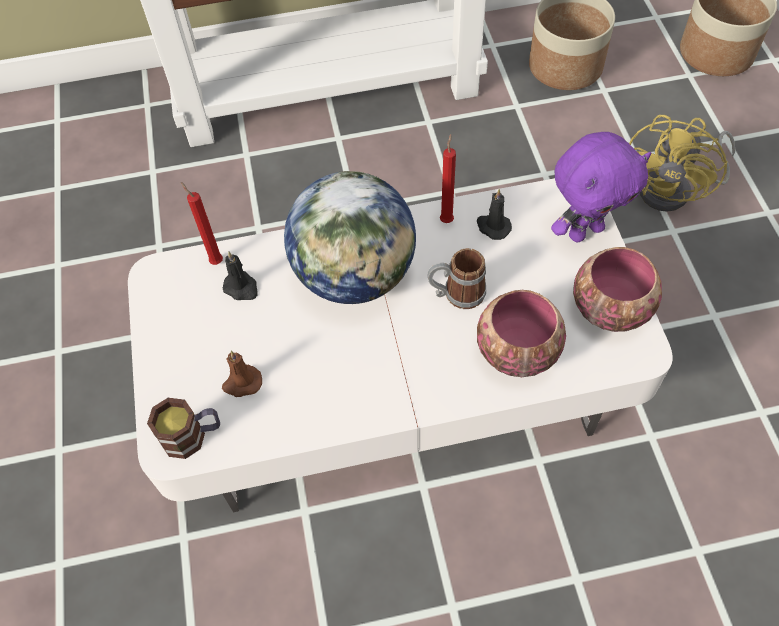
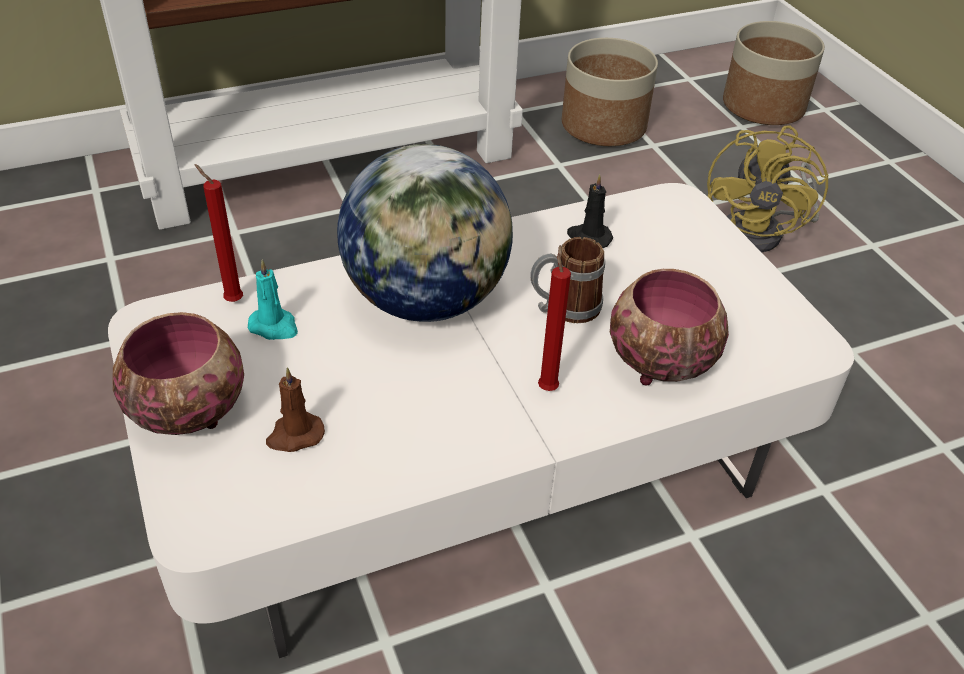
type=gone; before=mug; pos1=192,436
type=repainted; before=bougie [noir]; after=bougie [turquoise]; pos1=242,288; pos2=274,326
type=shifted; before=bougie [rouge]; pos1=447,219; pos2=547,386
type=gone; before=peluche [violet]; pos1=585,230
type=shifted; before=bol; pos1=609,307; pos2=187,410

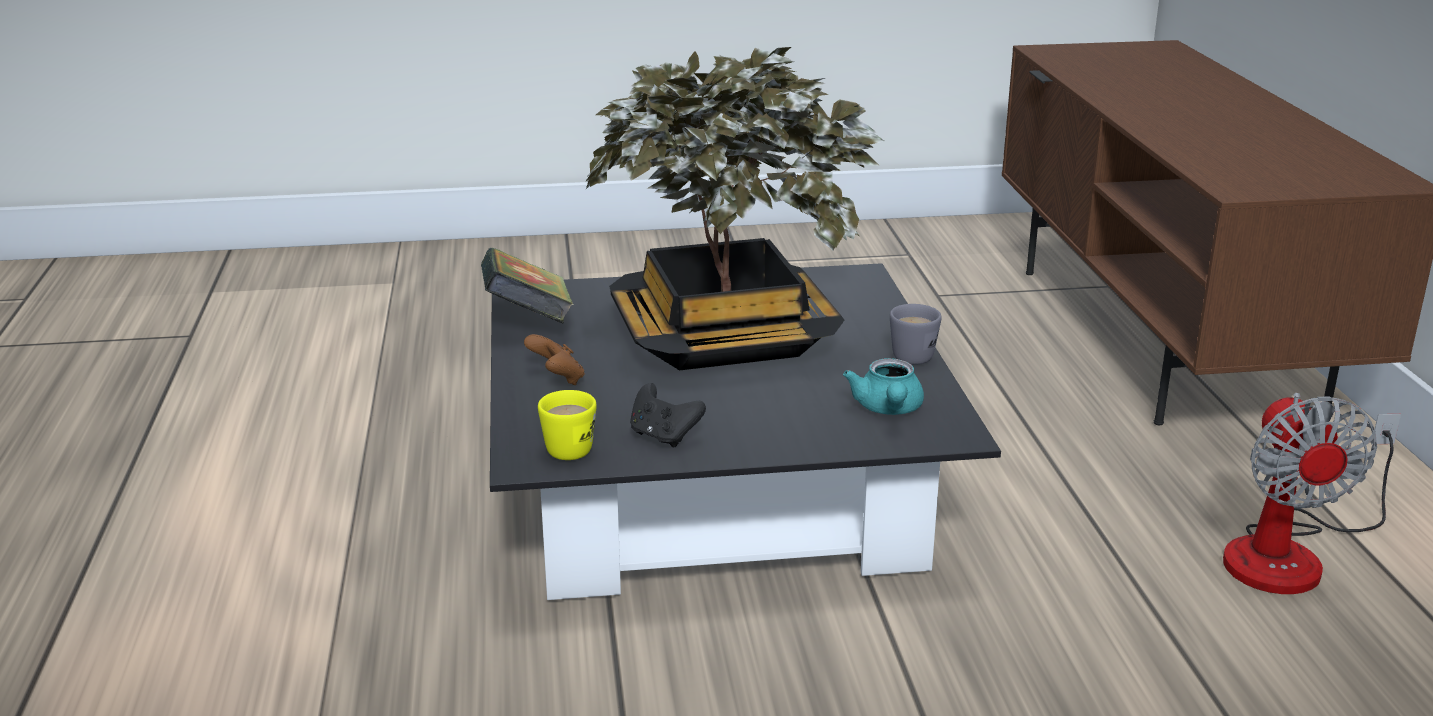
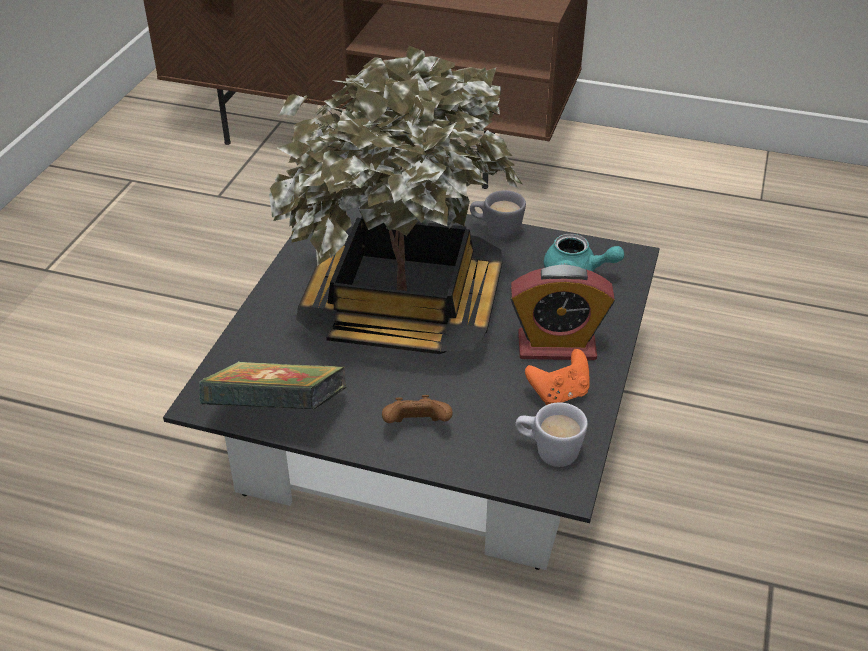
type=repainted; before=mug [jaune]; after=mug [blanc]; pos1=569,446; pos2=548,452
type=repainted; before=manette [noir]; after=manette [orange]; pos1=664,436; pos2=559,394
type=gone; before=ventilateur; pos1=1291,554
type=new; after=réveil; pos2=556,346

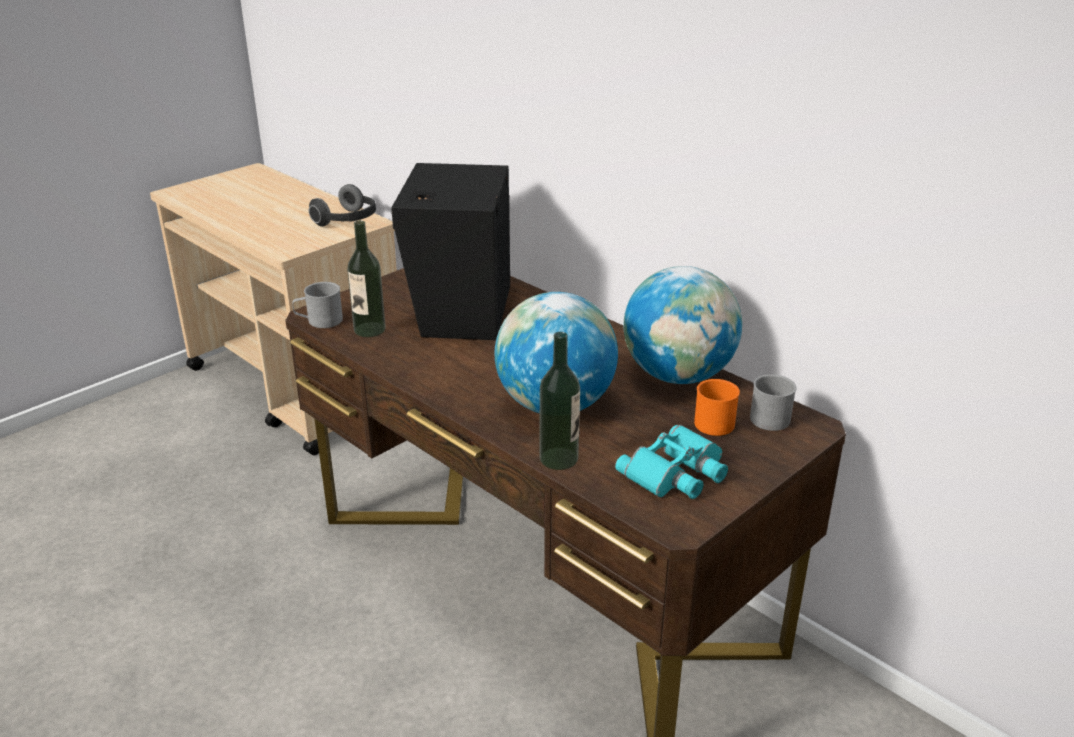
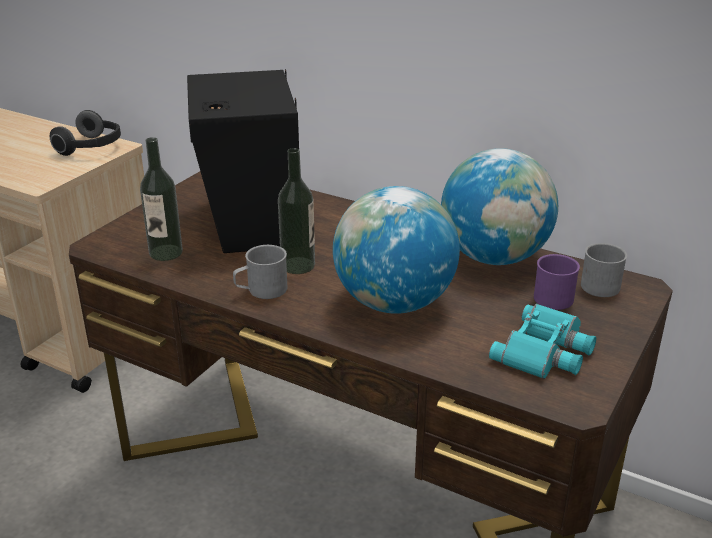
type=shifted; before=mug [gris]; pos1=319,321; pos2=261,290
type=shifted; before=bouteille; pos1=559,458; pos2=298,265
type=repainted; before=mug [orange]; after=mug [violet]; pos1=717,421; pos2=554,295

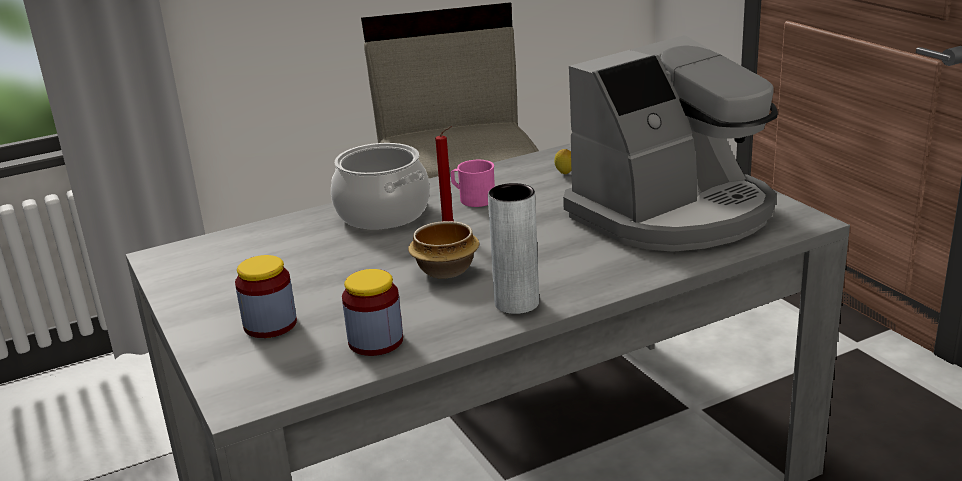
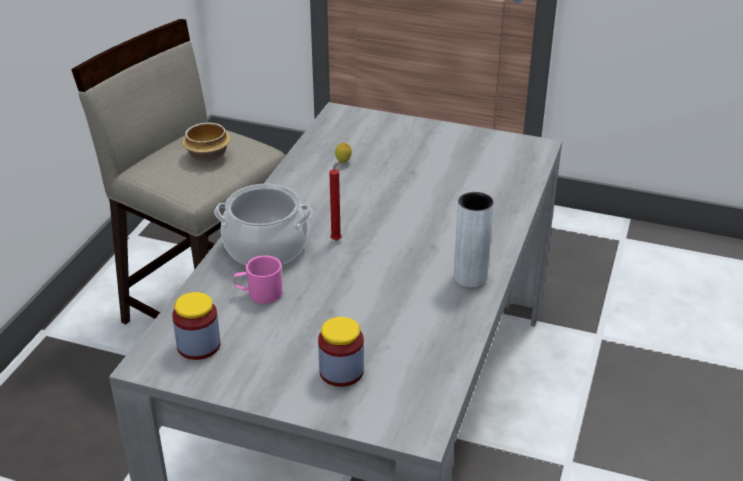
type=shifted; before=bocal; pos1=375,341; pos2=198,345
type=shifted; before=bol; pos1=445,270; pos2=208,156
type=shifted; before=mug [rose]; pos1=472,198; pos2=259,293
type=gone; before=machine à café; pos1=673,213

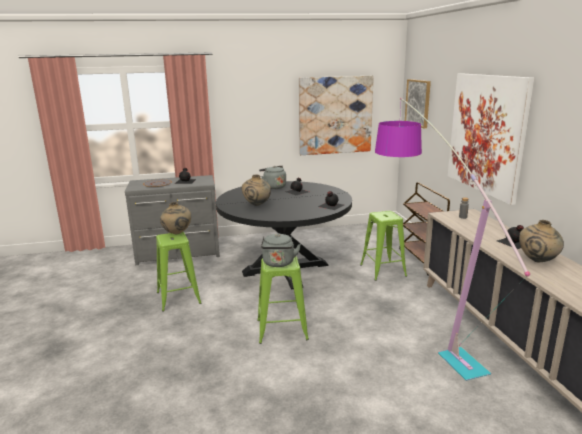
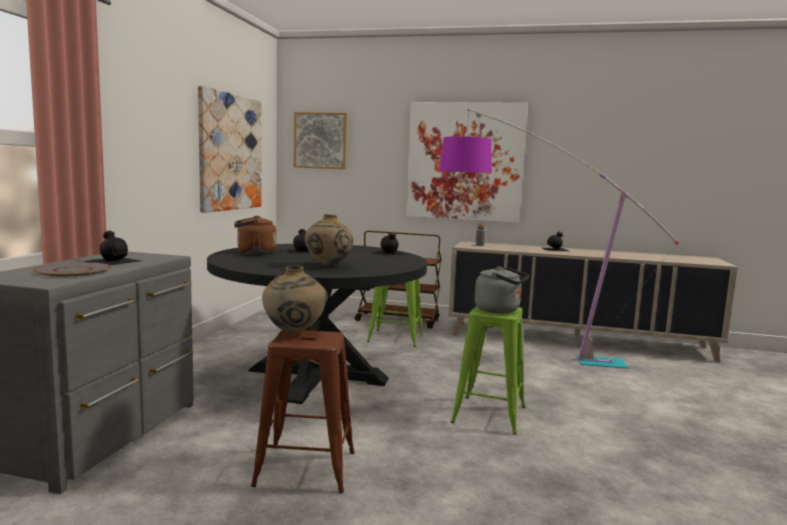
type=repainted; before=tabouret [vert]; after=tabouret [marron]; pos1=178,298; pos2=306,468
type=repainted; before=bouilloire [gris]; after=bouilloire [marron]; pos1=273,187; pos2=254,252
type=gone; before=vase [beige]; pos1=537,261

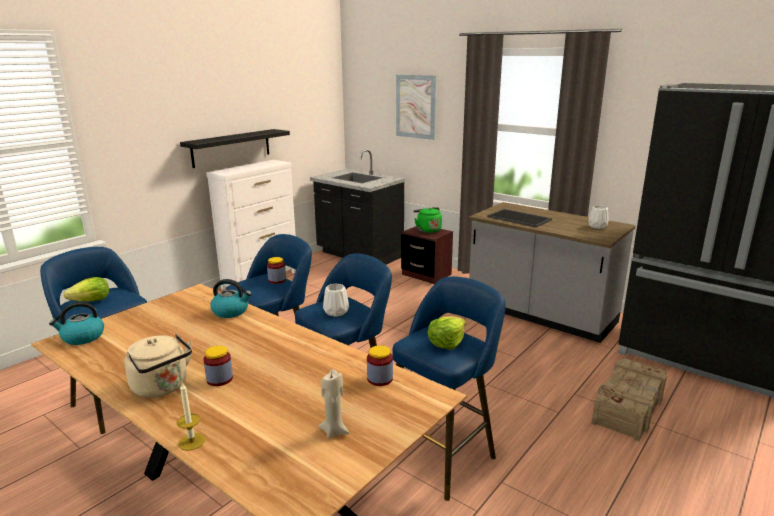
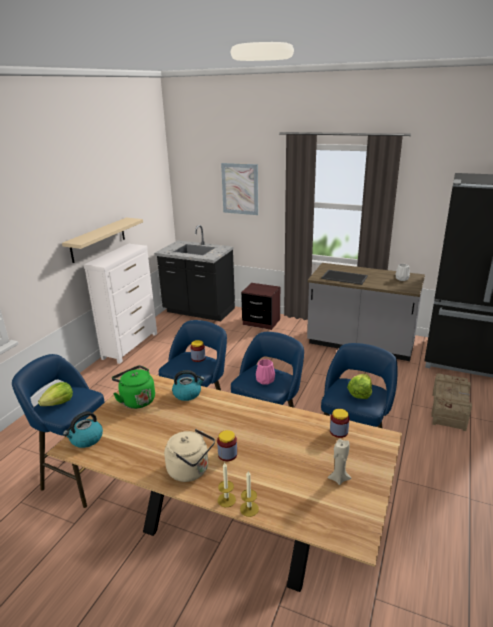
type=repainted; before=étagère [noir]; after=étagère [beige]; pos1=231,148; pos2=98,239
type=repainted; before=vase [blanc]; after=vase [rose]; pos1=335,312; pos2=265,380
type=shifted; before=bouilloire [vert]; pos1=428,230; pos2=136,400
type=new; after=bougie; pos2=226,500

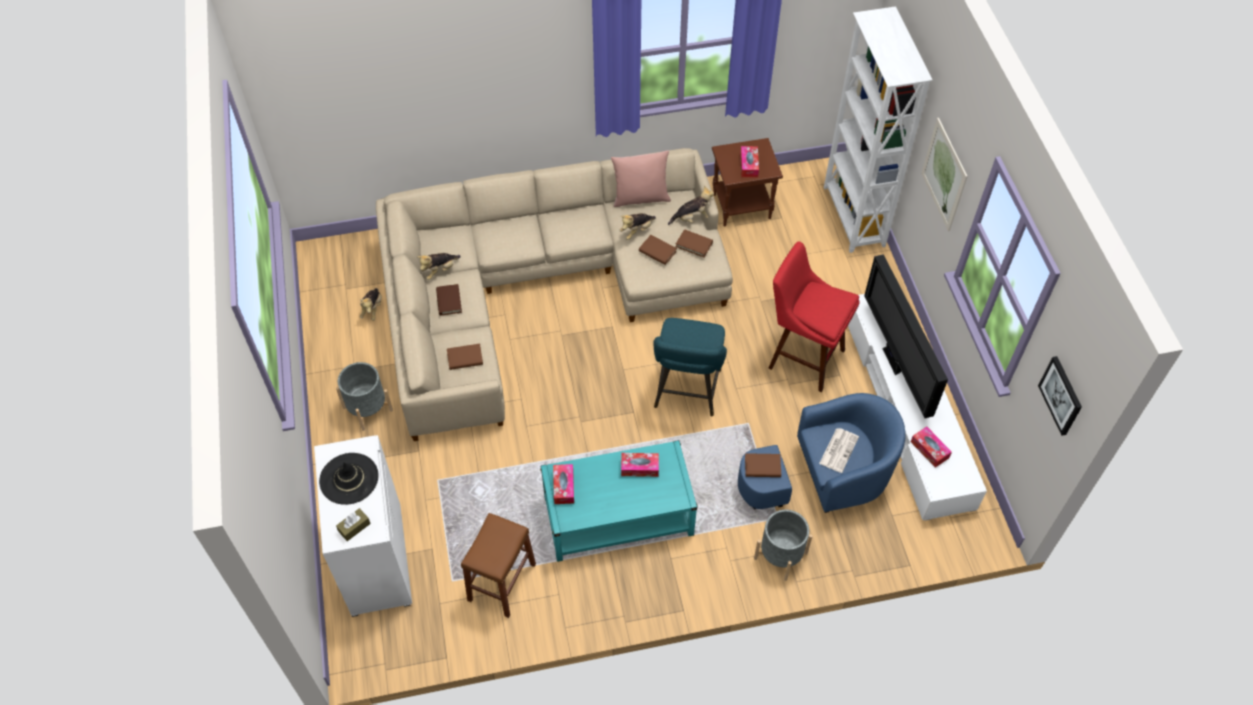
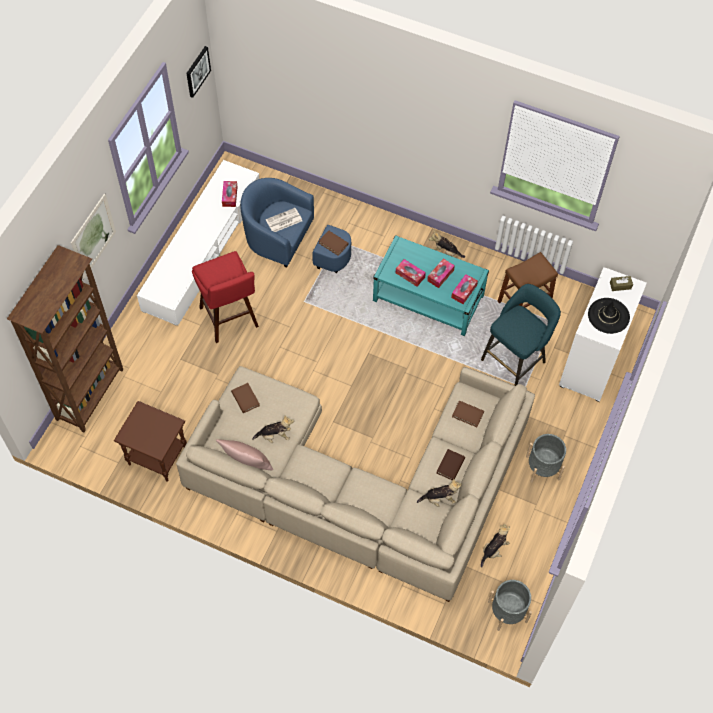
type=gone; before=livre [marron]; pos1=657,251
type=shifted; before=tabouret [turquoise]; pos1=687,392; pos2=515,359
type=shifted; before=peluche; pos1=692,218; pos2=445,252
type=shifted; before=boîte à mouchoirs; pos1=749,165; pos2=440,275
type=shifted; before=cache-pot [gris]; pos1=780,555; pos2=507,612
type=repainted; before=bibliothèque [blanc]; after=bibliothèque [marron]; pos1=853,217; pos2=91,394
type=gone; before=téléviseur; pos1=894,362

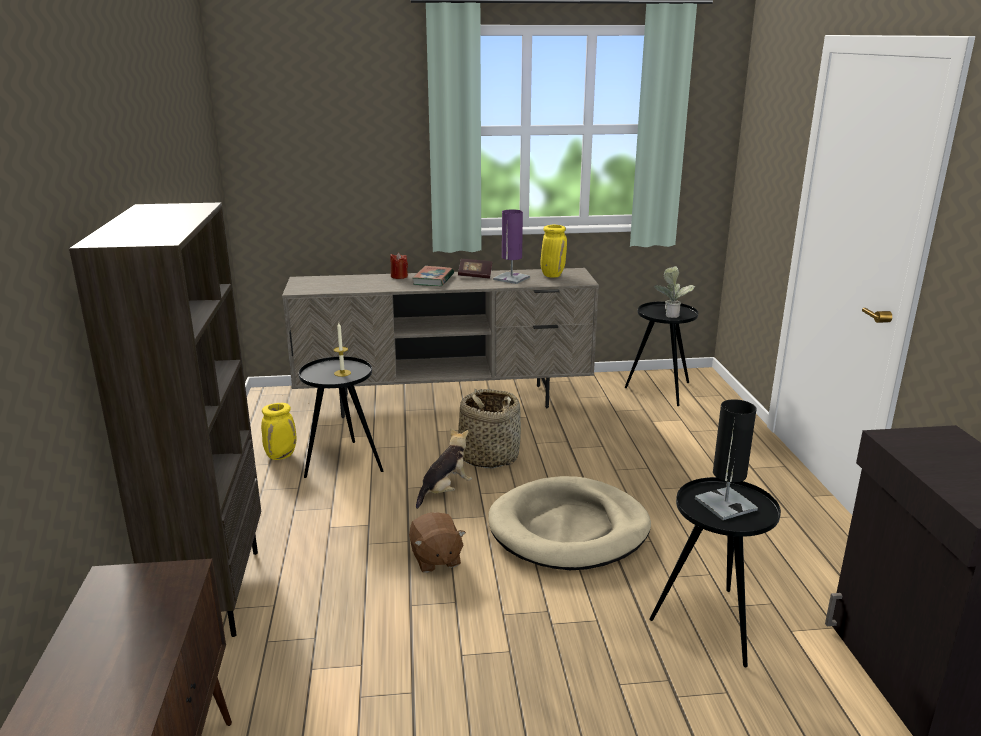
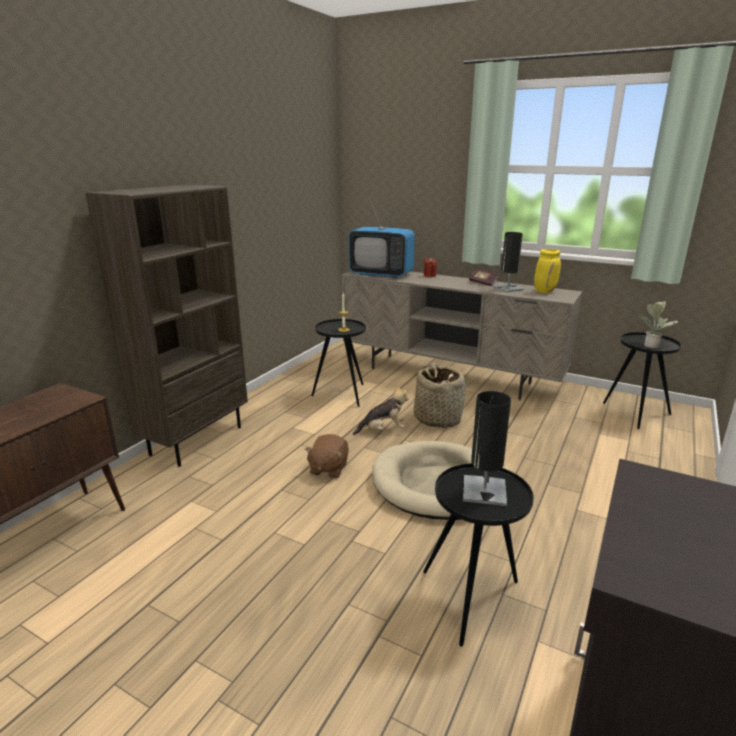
type=gone; before=vase [jaune]; pos1=281,455
type=gone; before=livre; pos1=433,279
type=repainted; before=lampe de table [violet]; after=lampe de table [noir]; pos1=511,278; pos2=507,288
type=new; after=téléviseur; pos2=381,274

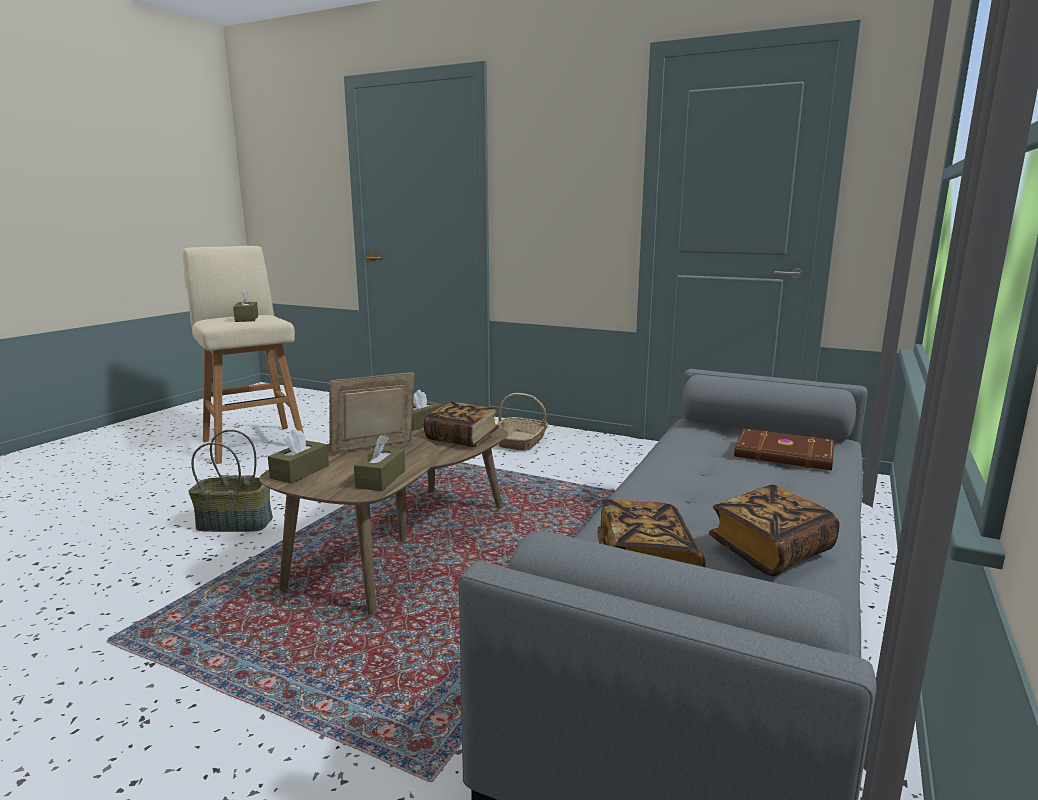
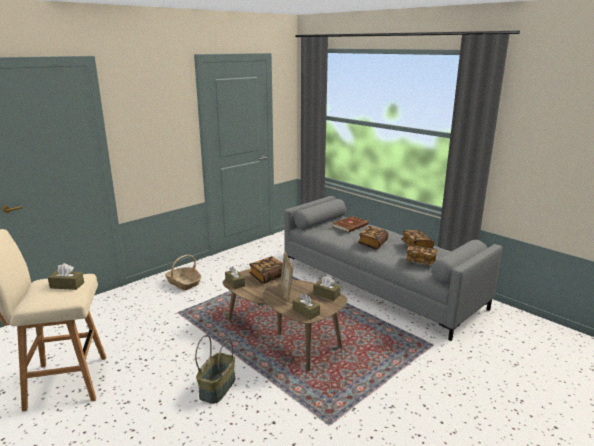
type=new; after=livre; pos2=372,244

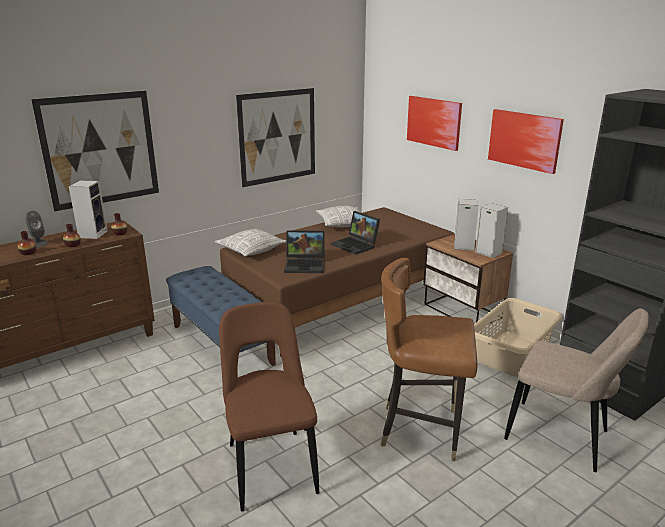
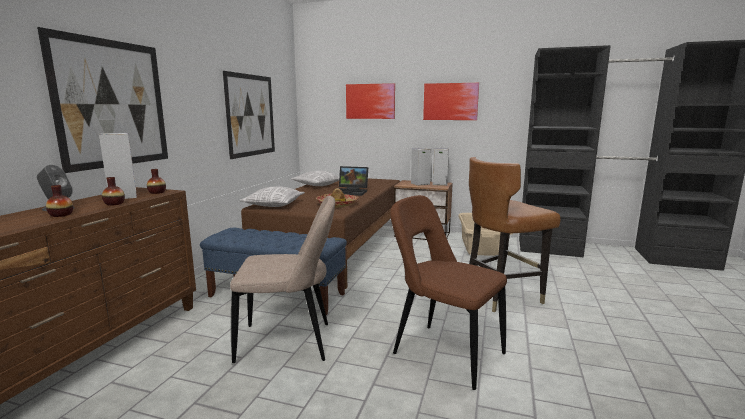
type=swapped; before=ordinateur portable; after=chapeau; pos1=306,265; pos2=337,204
type=shifted; before=chaise [beige]; pos1=561,437; pos2=289,342

